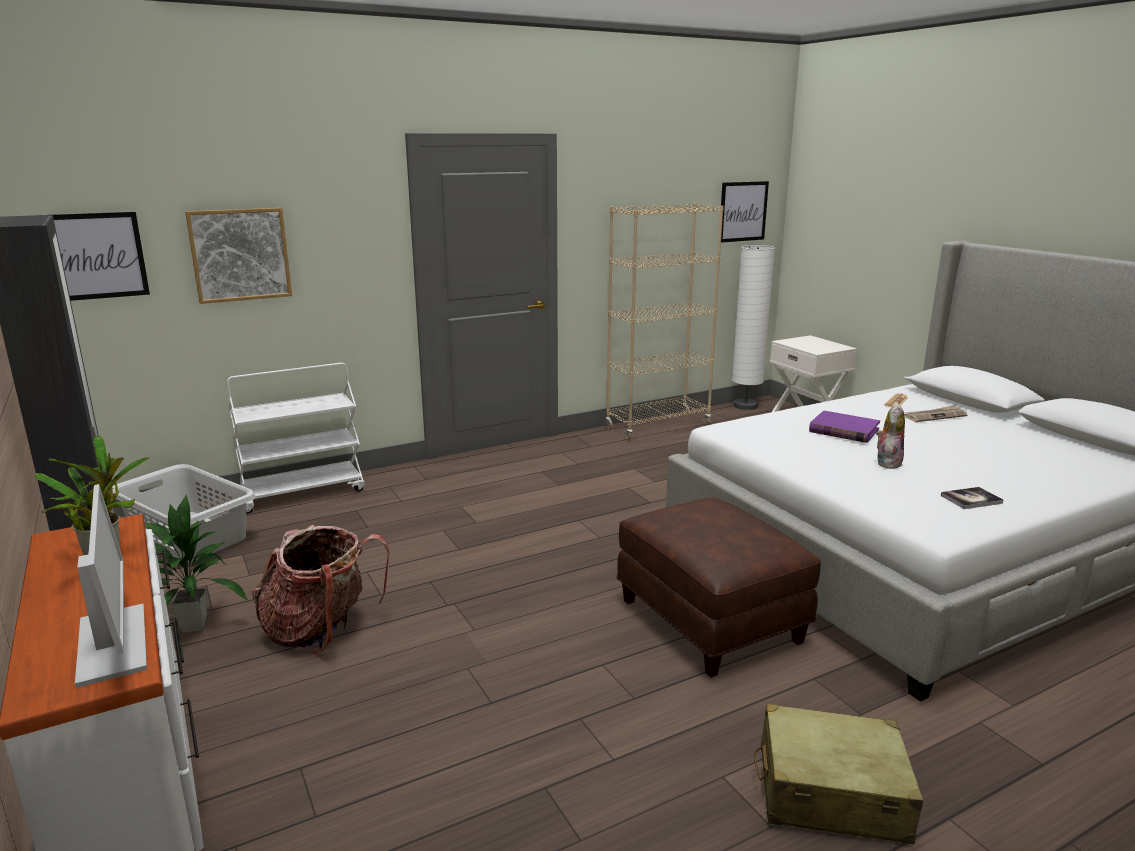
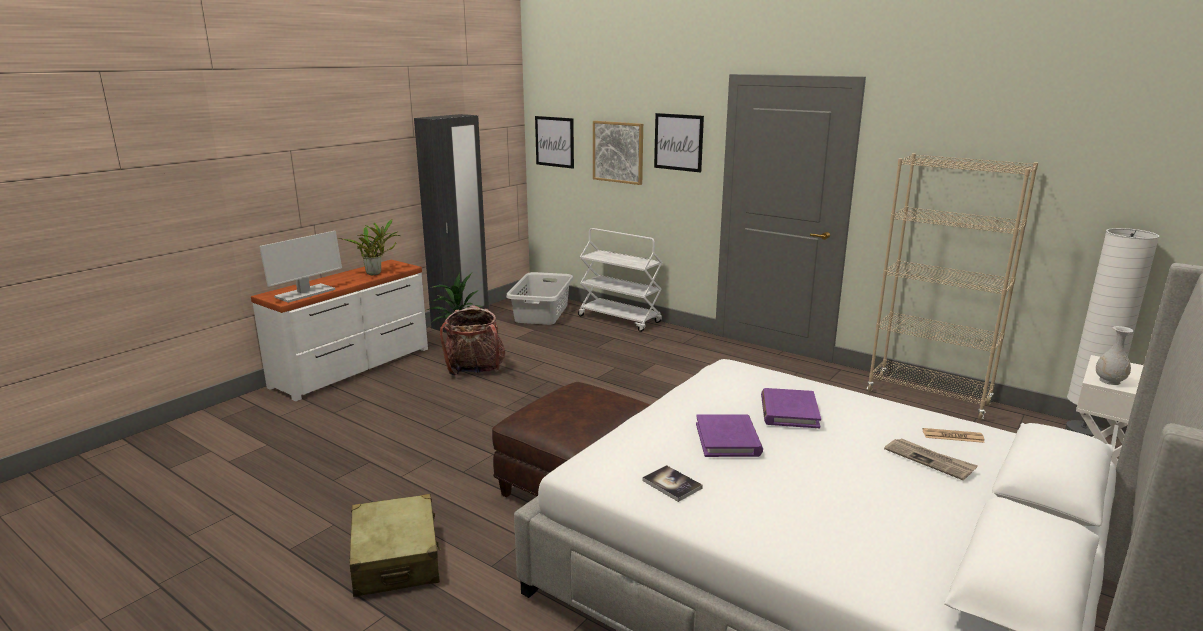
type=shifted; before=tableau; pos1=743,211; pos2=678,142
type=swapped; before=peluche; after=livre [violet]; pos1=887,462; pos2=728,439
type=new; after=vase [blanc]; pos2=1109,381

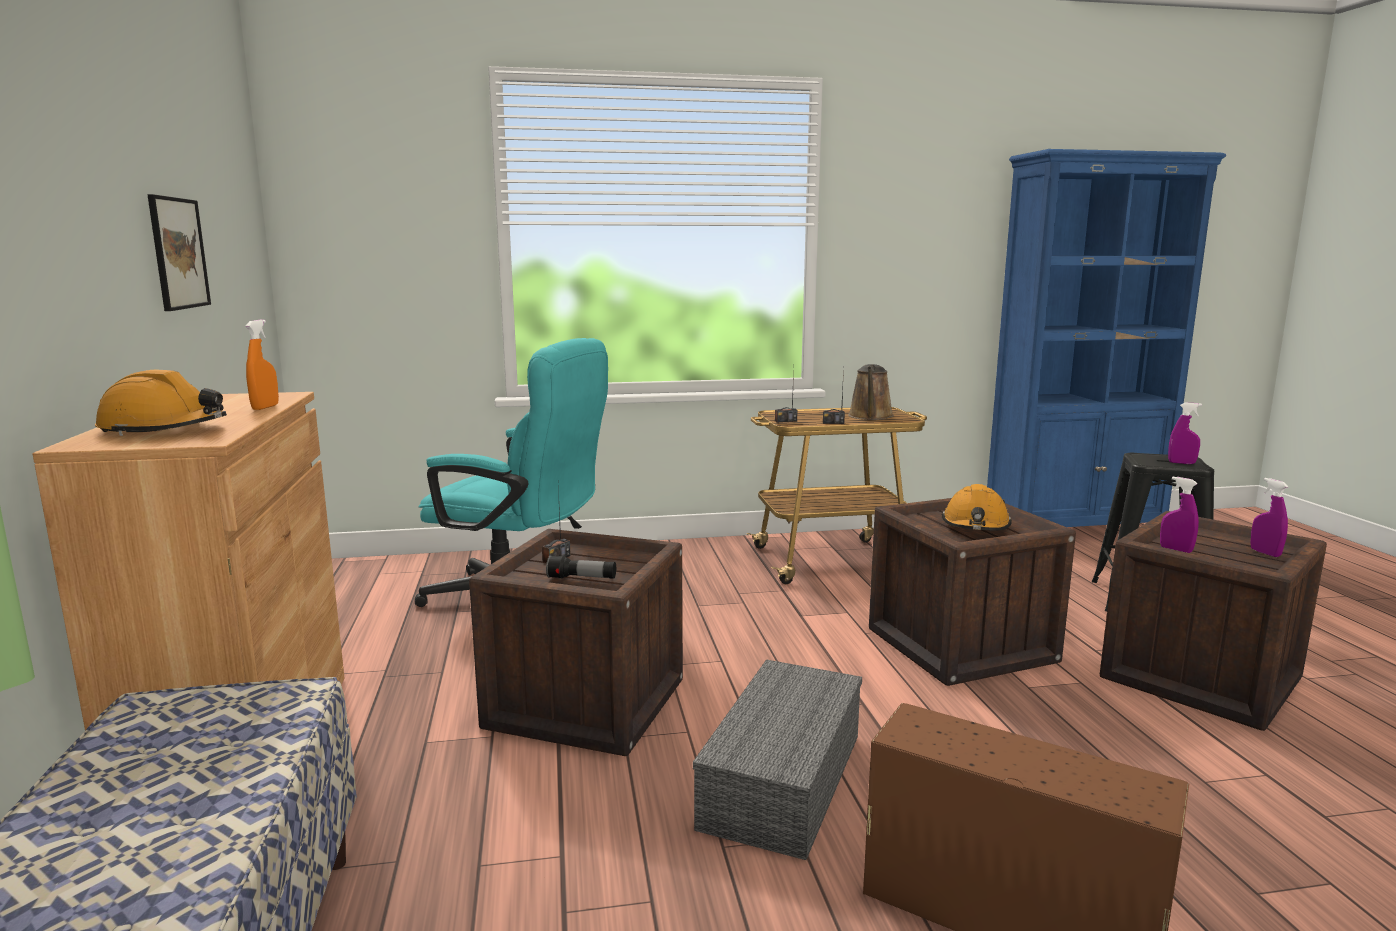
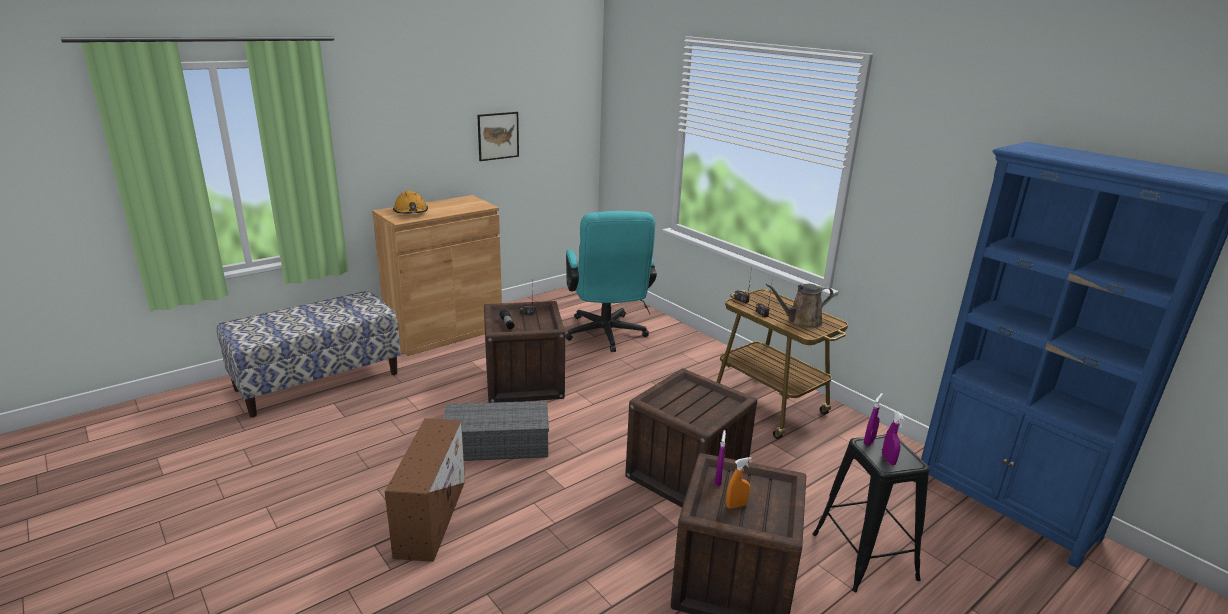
type=shifted; before=vaporisateur [orange]; pos1=265,407; pos2=736,505
type=gone; before=casque de chantier [orange]; pos1=976,526
type=shifted; before=vaporisateur [violet]; pos1=1265,553; pos2=869,441

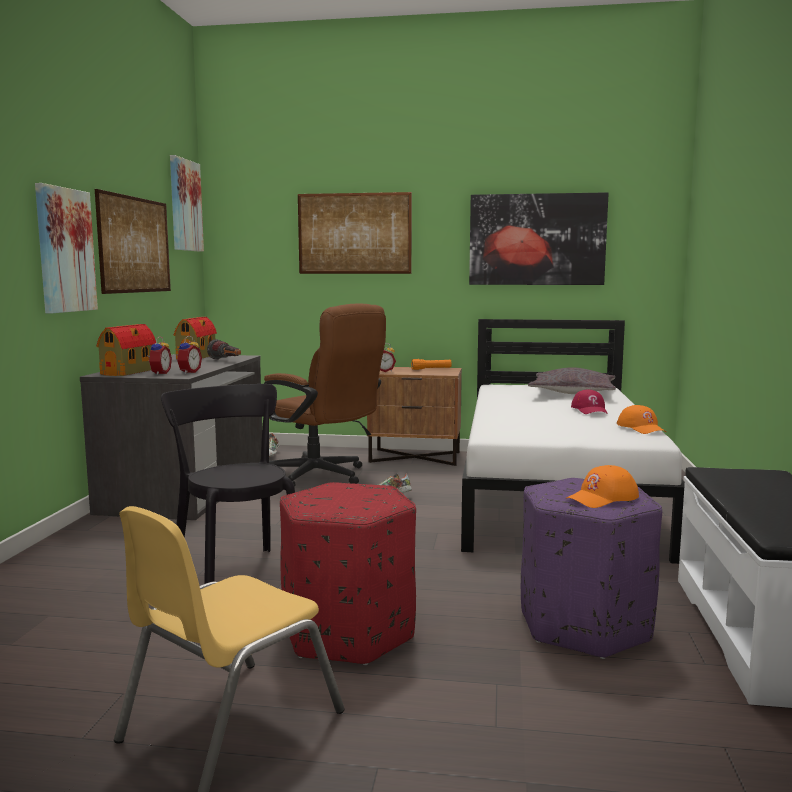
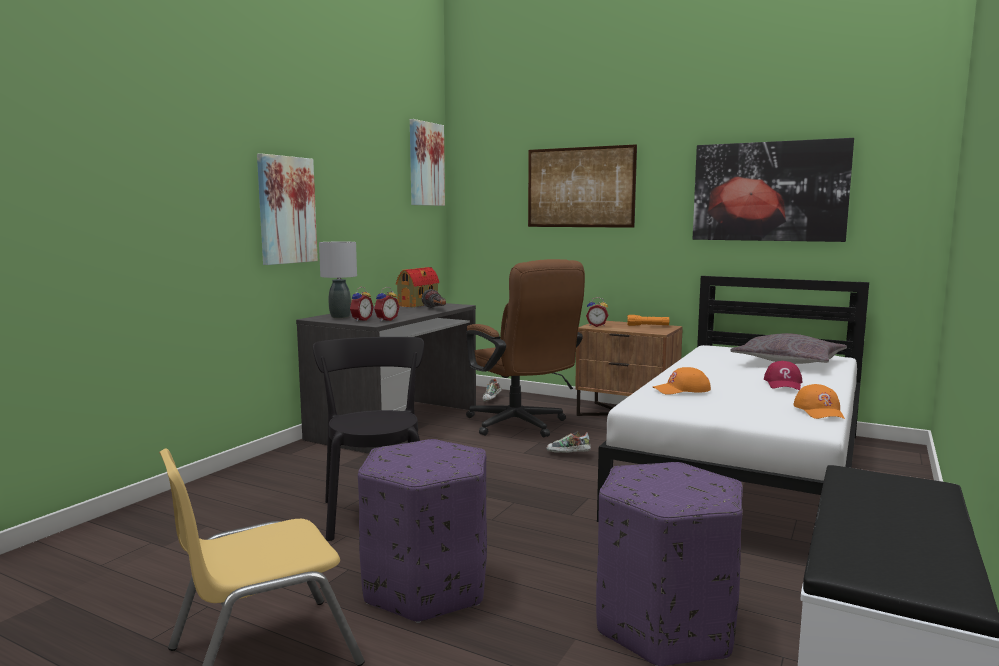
type=gone; before=tableau; pos1=135,245
type=swapped; before=maison miniature; after=lampe de table [gris]; pos1=130,371; pos2=340,317
type=repainted; before=pouf [rouge]; after=pouf [violet]; pos1=348,632; pos2=427,586
type=shifted; before=casquette [orange]; pos1=602,498; pos2=682,390

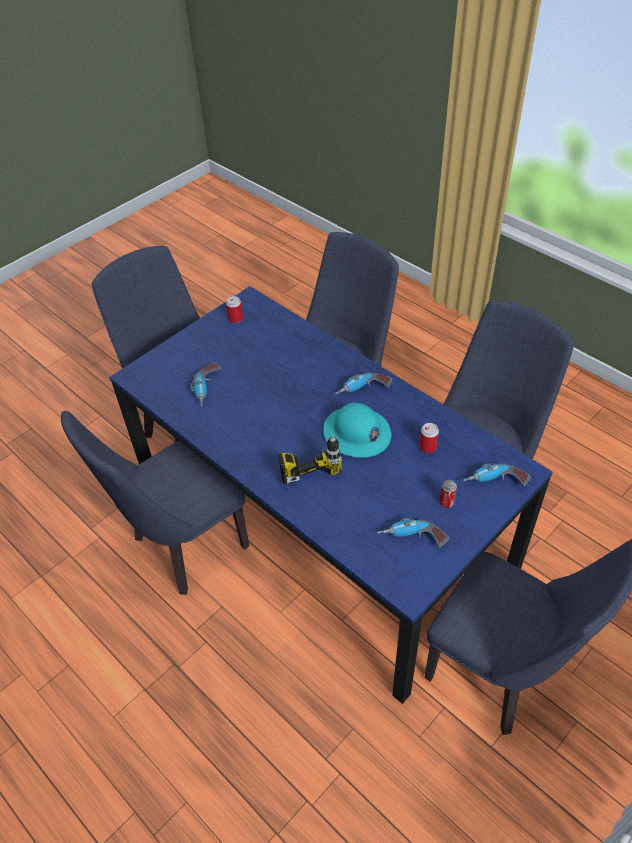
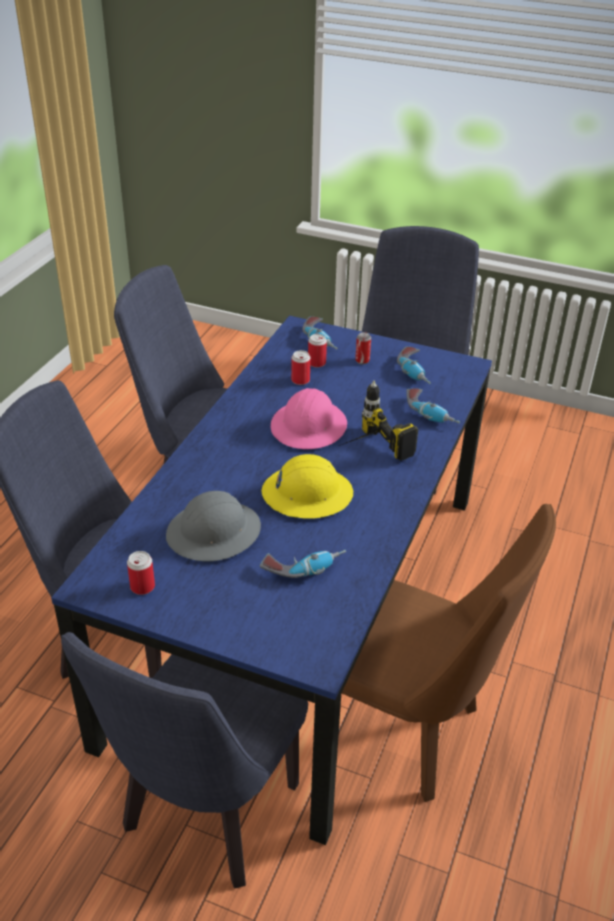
type=repainted; before=chaise [bleu]; after=chaise [marron]; pos1=183,548; pos2=414,734
type=repainted; before=casque de chantier [turquoise]; after=casque de chantier [rose]; pos1=356,433; pos2=309,426
type=shifted; before=perceuse; pos1=363,390; pos2=431,414
type=new; after=casque de chantier [gris]; pos2=214,533
type=new; after=casque de chantier [jaune]; pos2=307,493
type=new; after=boîte métallique; pos2=316,363

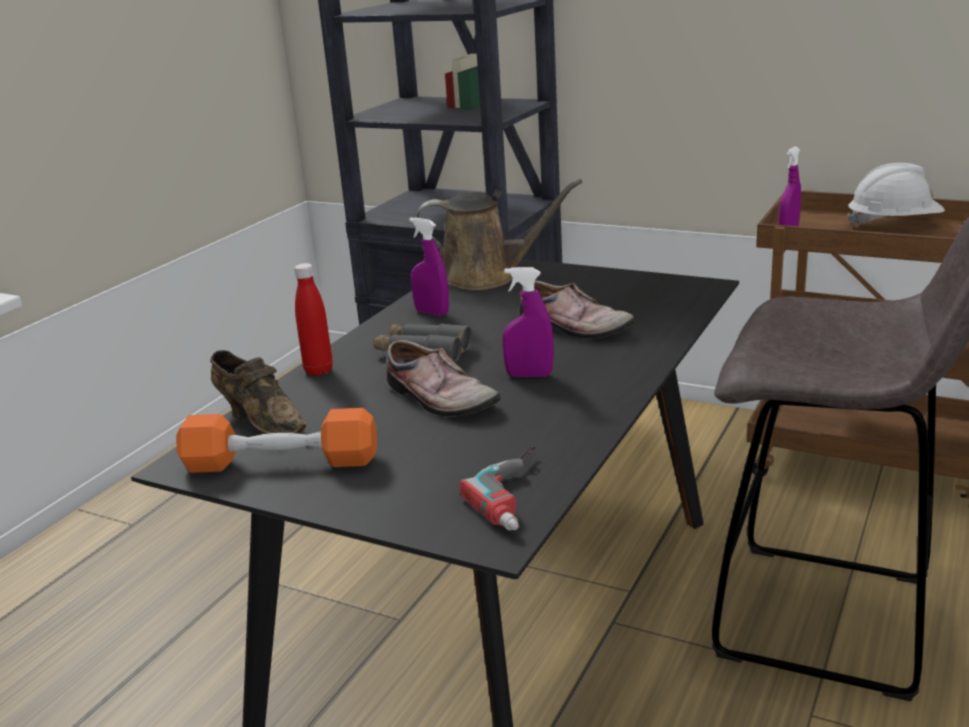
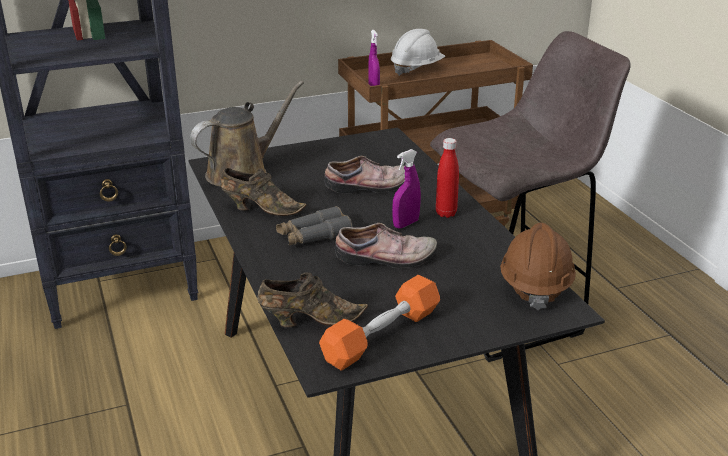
type=shifted; before=bouteille [rouge]; pos1=318,370; pos2=446,213
type=swapped; before=vaporisateur [violet]; after=chaussure [marron]; pos1=432,312; pos2=260,209
type=swapped; before=perceuse; after=casque de chantier [marron]; pos1=522,495; pos2=535,285

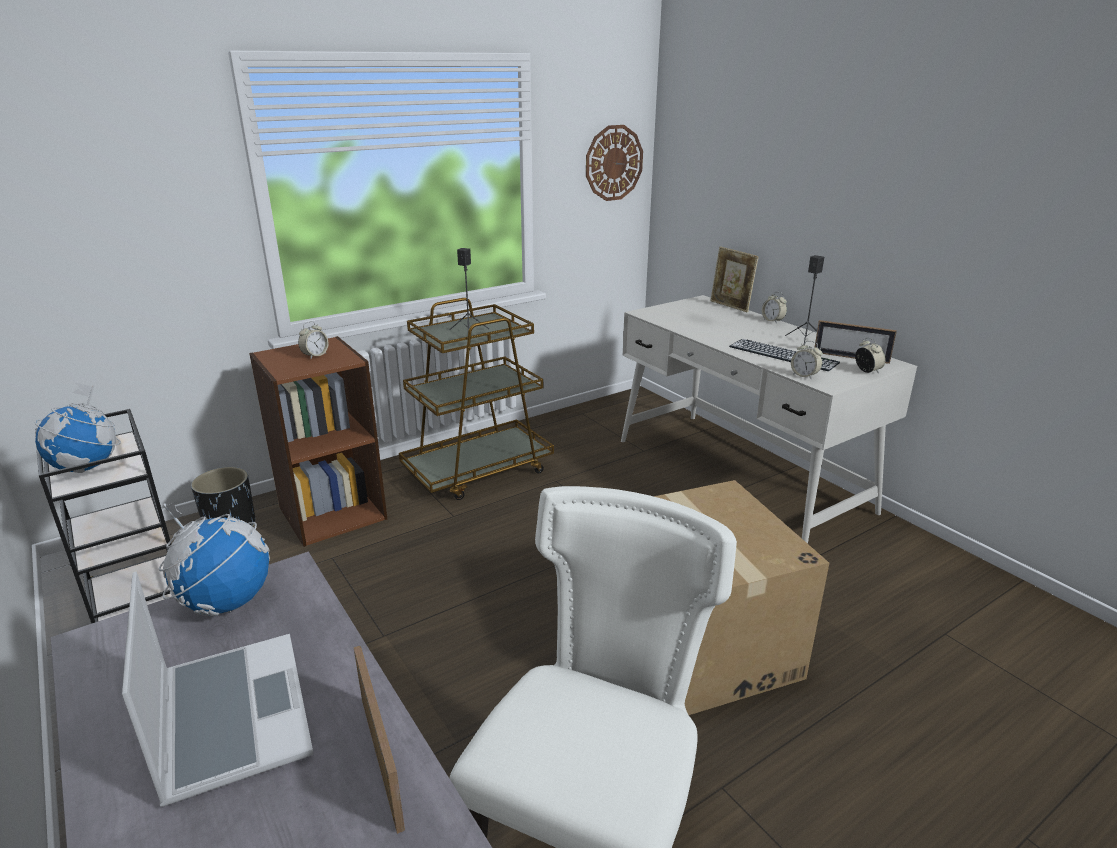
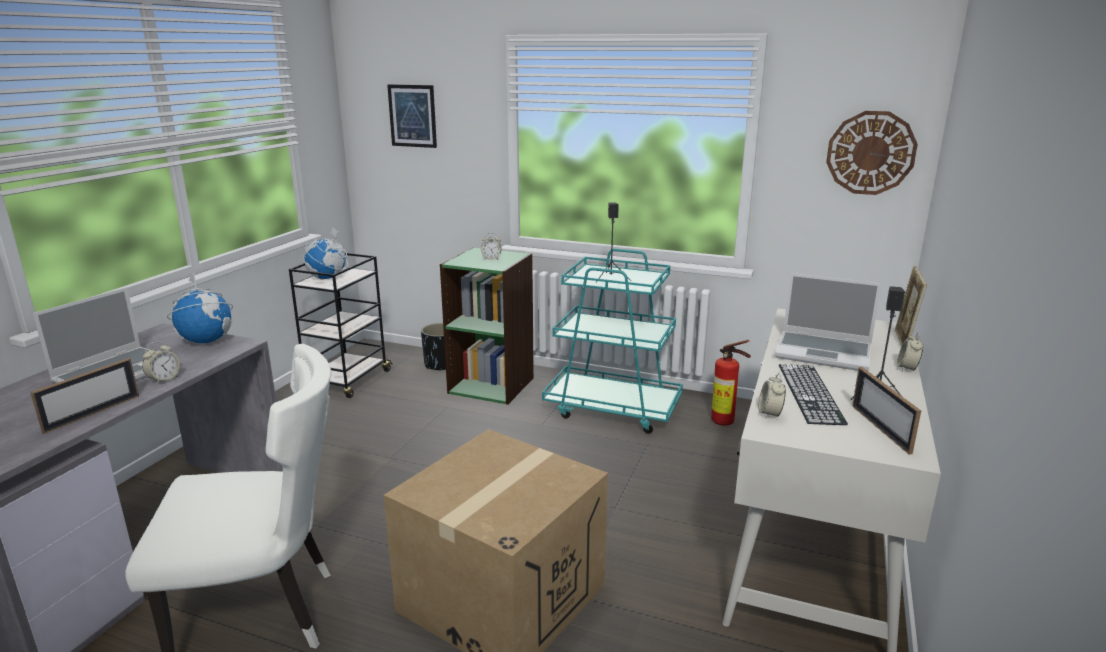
type=repainted; before=bibliothèque [marron]; after=bibliothèque [vert]; pos1=332,512; pos2=492,385
type=repainted; before=chariot [marron]; after=chariot [turquoise]; pos1=478,470; pos2=613,409
type=shifted; before=réveil; pos1=867,371; pos2=164,379
type=new; after=tableau; pos2=412,116
type=new; after=extincteur; pos2=725,422
type=new; after=ordinateur portable; pos2=824,352

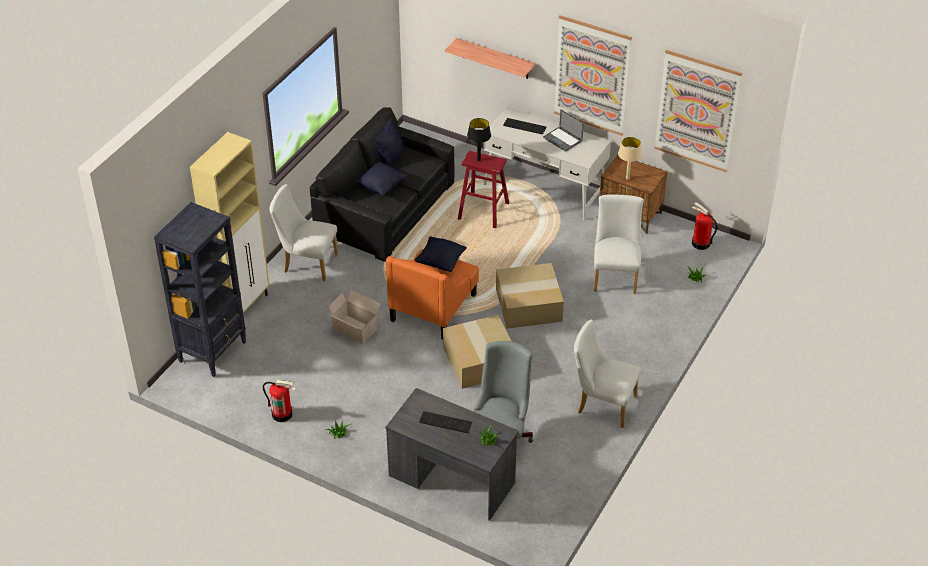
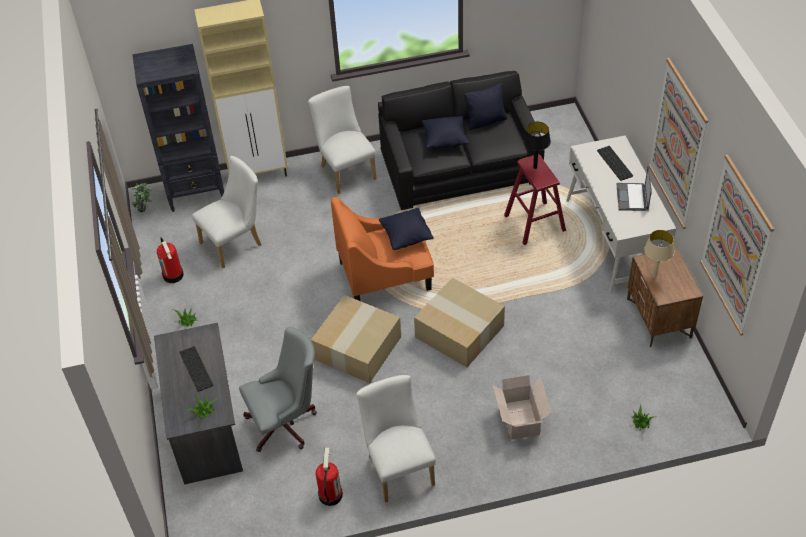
type=shifted; before=carton; pos1=356,330; pos2=520,420
type=gone; before=étagère; pos1=495,59
type=shifted; before=chaise [blanc]; pos1=615,274; pos2=235,242
type=shifted; before=extincteur; pos1=700,243; pos2=330,495
type=new; after=plante en pot; pos2=146,211

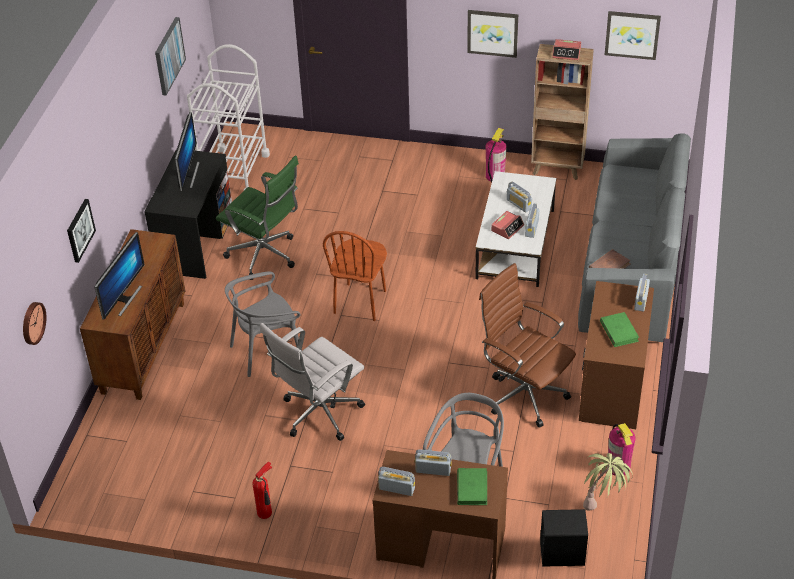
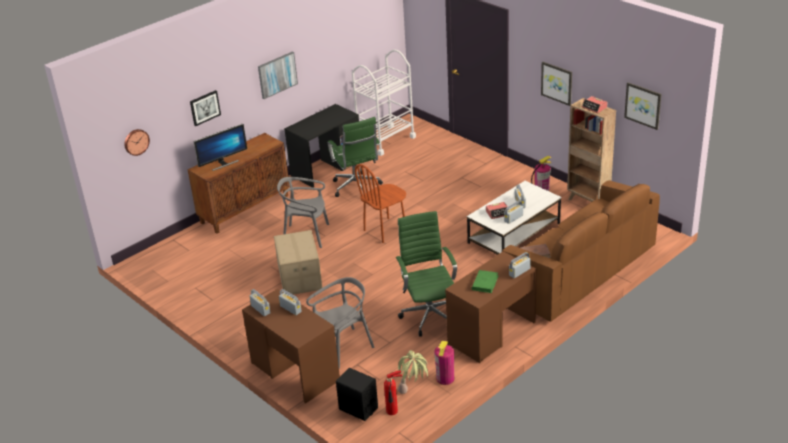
type=shifted; before=tableau; pos1=168,55; pos2=277,74
type=gone; before=écran d'ordinateur; pos1=188,174
type=shifted; before=extincteur; pos1=266,513; pos2=393,411
type=swapped; before=chaise de bureau [blanc]; after=carton; pos1=318,415; pos2=299,278
type=gone; before=livre [vert]; pos1=472,488
type=repainted; before=chaise de bureau [marron]; after=chaise de bureau [vert]; pos1=523,394; pos2=429,315
type=repainted; before=canapé [gris]; after=canapé [marron]; pos1=631,265; pos2=579,272

